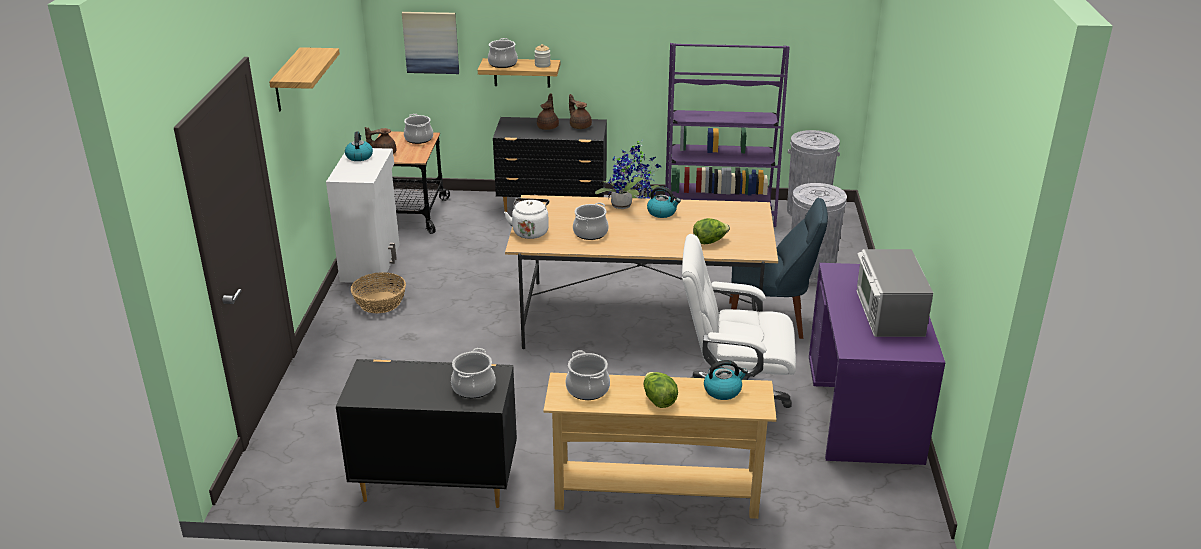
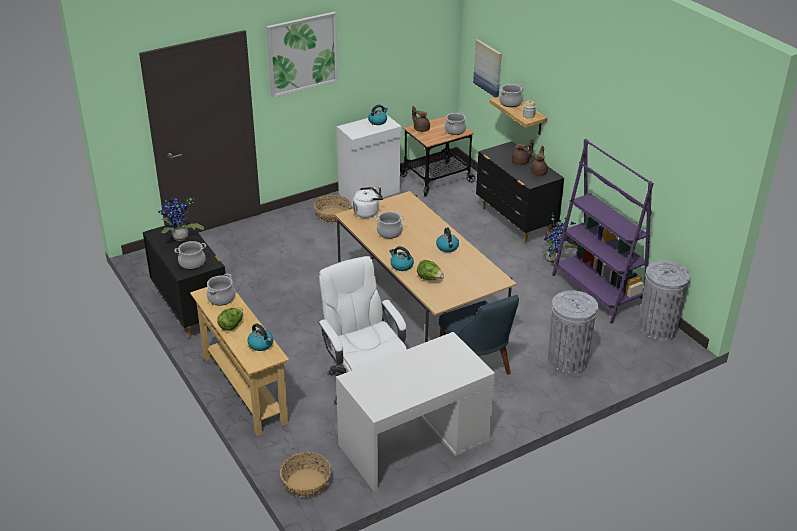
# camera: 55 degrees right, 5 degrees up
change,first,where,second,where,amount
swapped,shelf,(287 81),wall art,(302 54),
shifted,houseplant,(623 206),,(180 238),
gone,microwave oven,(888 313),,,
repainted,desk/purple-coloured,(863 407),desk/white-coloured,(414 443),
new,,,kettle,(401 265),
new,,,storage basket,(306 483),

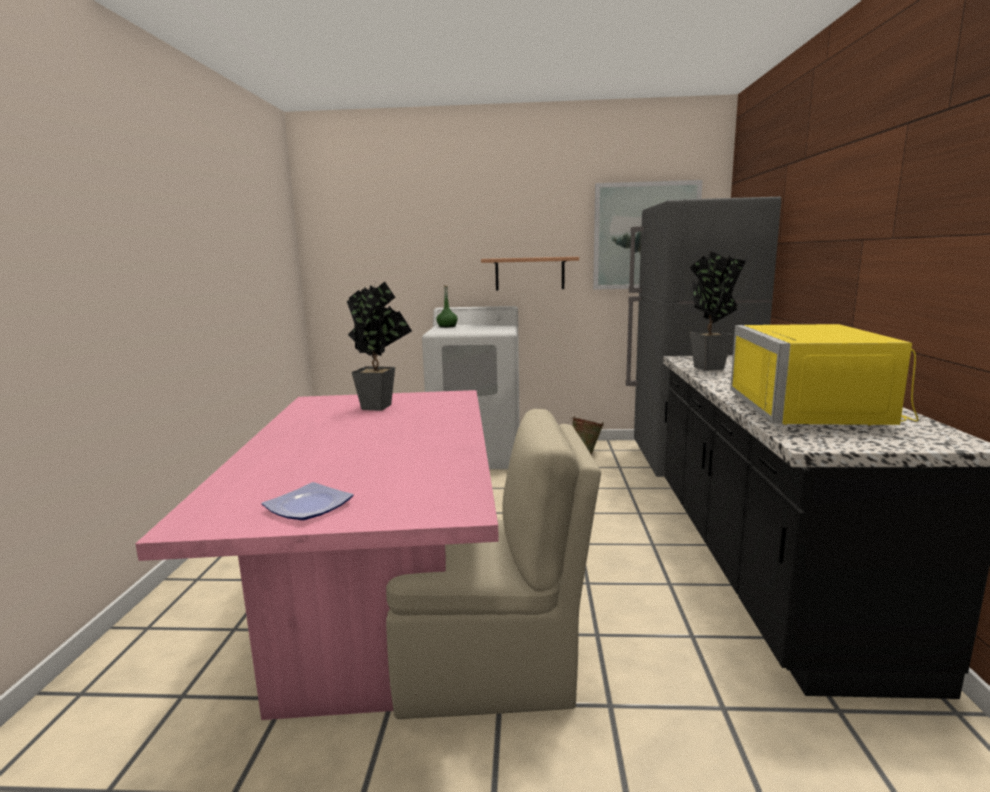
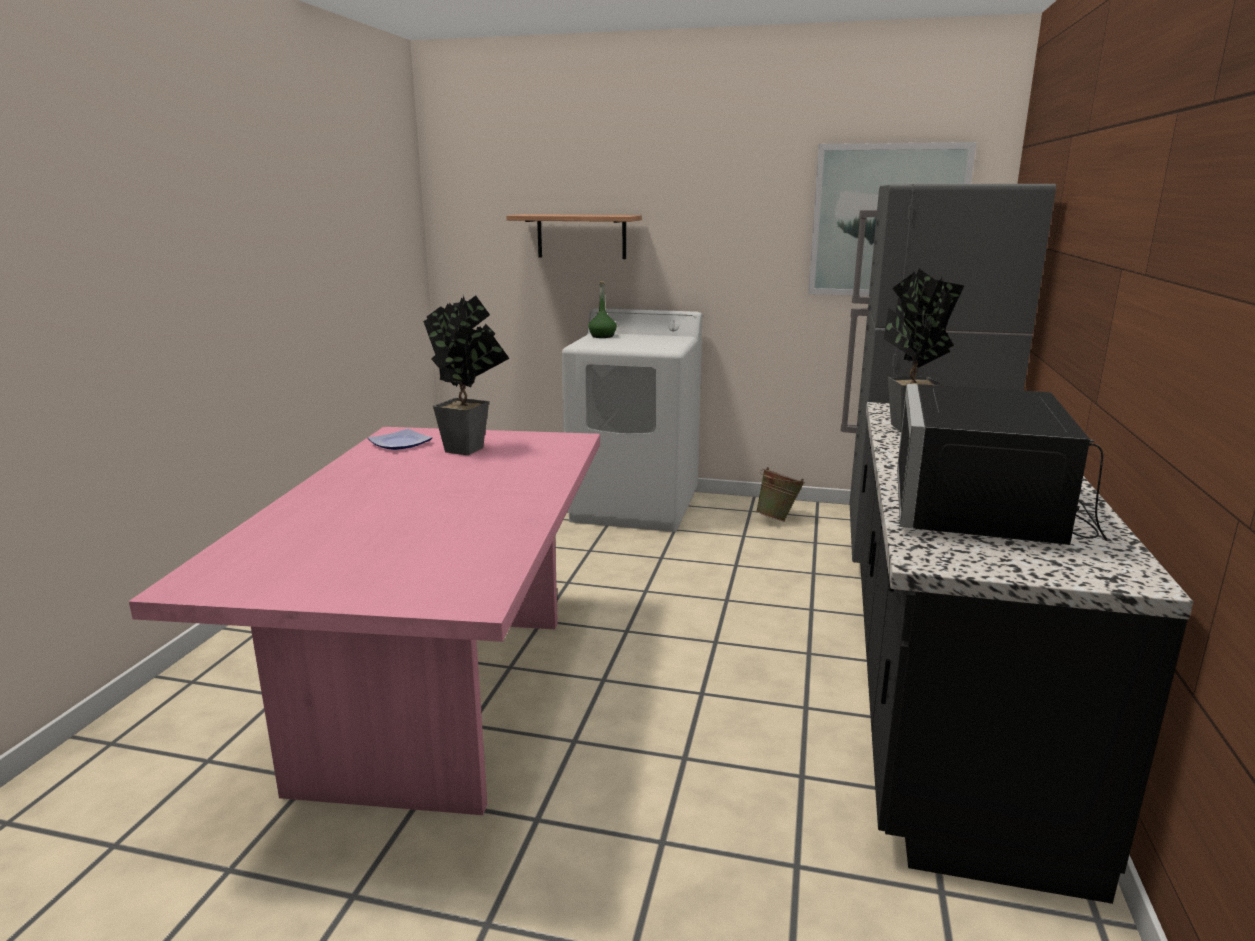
# camera: 10 degrees right, 5 degrees up
change,first,where,second,where,amount
shifted,shelf,(529 273),,(581 236),
repainted,microwave oven/yellow-coloured,(817 411),microwave oven/black,(989 511),
gone,upright chair/beige,(489 667),,,
shifted,flat dish,(309 506),,(400 443),

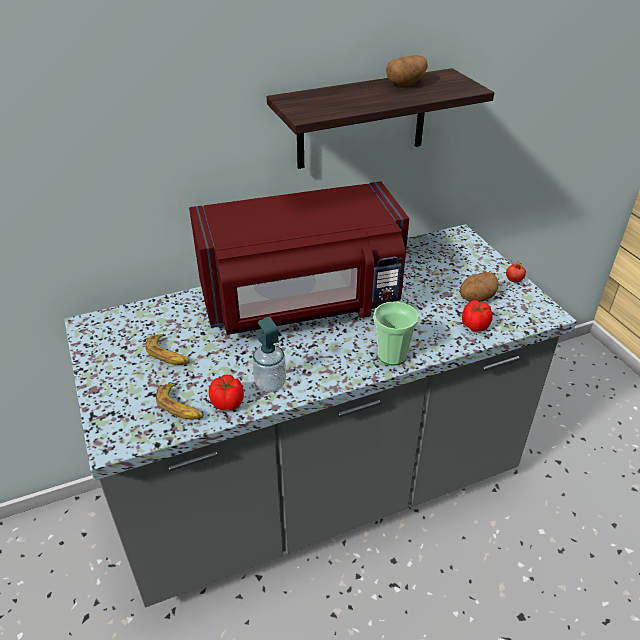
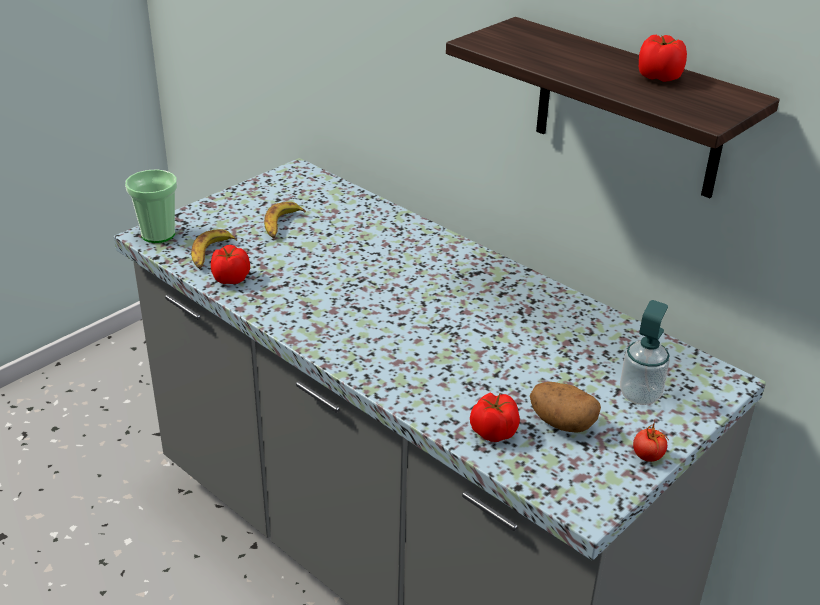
# camera: 65 degrees right, 5 degrees down
change,first,where,second,where,amount
swapped,whole potato,(406 84),tomato,(659 77),
gone,microwave oven/red,(303 303),,,
shifted,cup,(392 355),,(158 234),
shifted,soap bottle,(270 384),,(640 395),

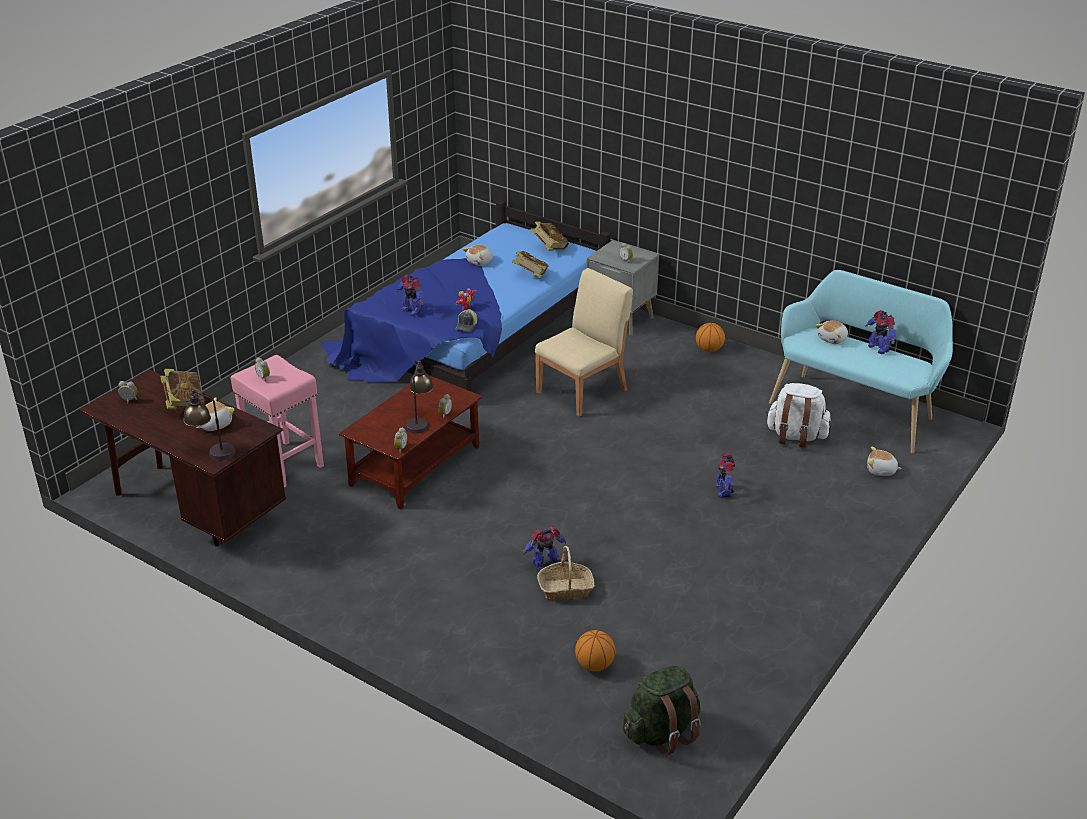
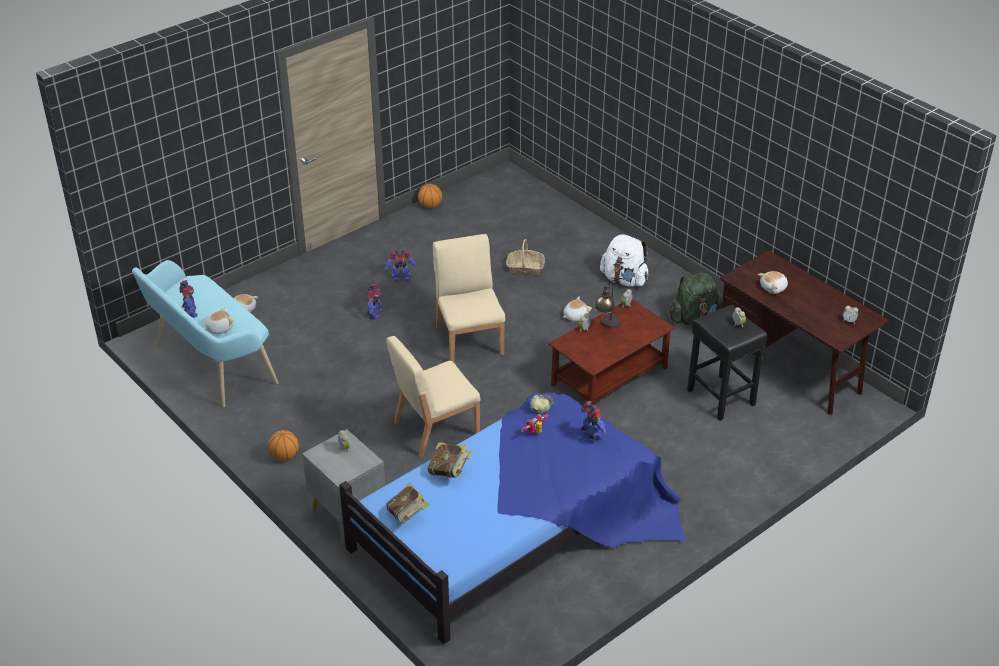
# camera: 165 degrees left, 5 degrees up
change,first,where,second,where,amount
shifted,plush toy,(480 262),,(575 316),
repainted,sitting stool/pink-coloured,(285 465),sitting stool/black,(720 397),
gone,bound book,(185 404),,,
shifted,rucksack/white-coloured,(796 436),,(624 280),
gone,table lamp,(212 452),,,
shifted,model robot,(546 564),,(400 278),
shifted,ball for basketball,(594 665),,(430 206),
shifted,rucksack/greenish,(661 732),,(694 319),
new,,,upright chair/beige,(469 339),

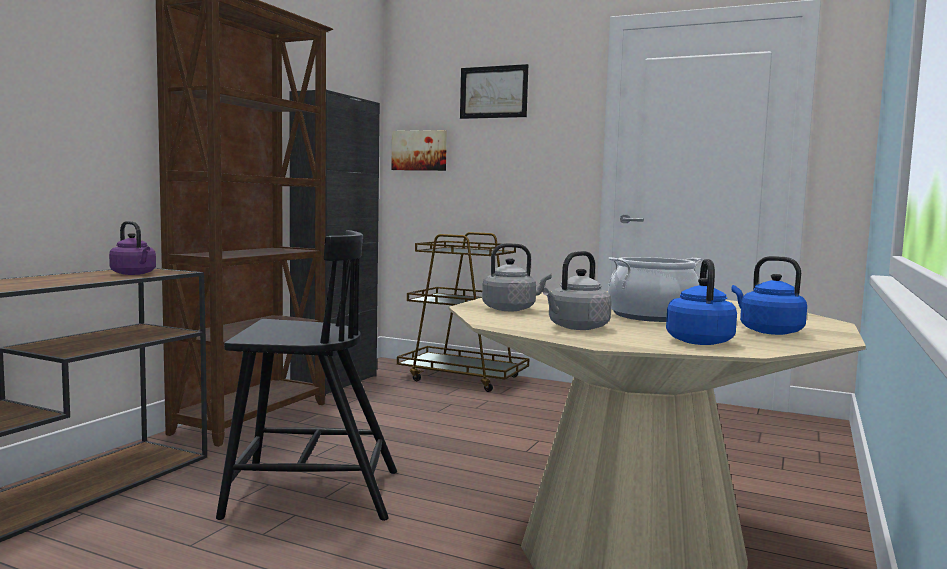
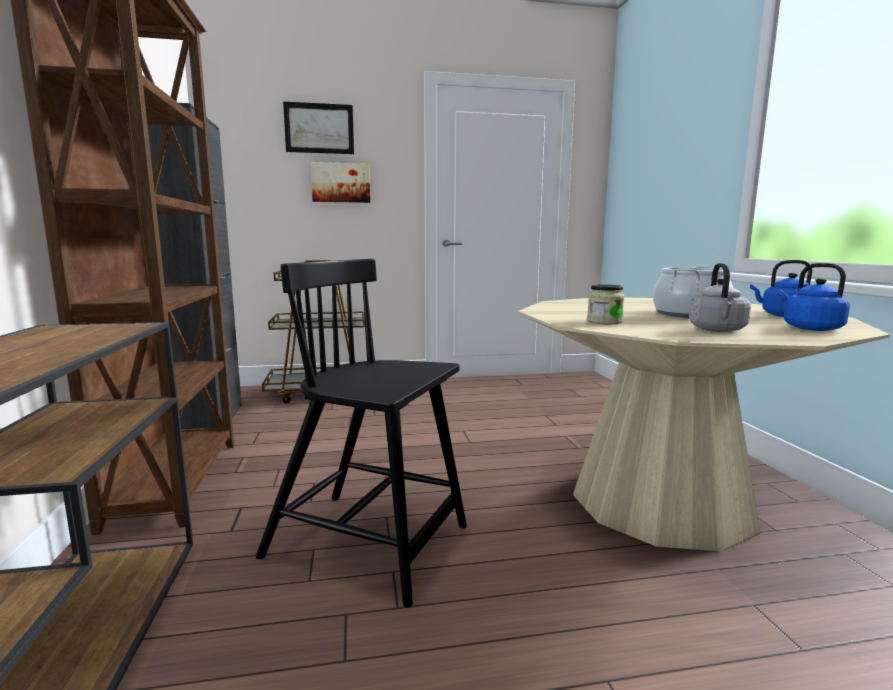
# camera: 35 degrees left, 5 degrees up
change,first,where,second,where,amount
shifted,wall art,(420 150),,(341 183),
gone,kettle/purple-coloured,(134 274),,,
rotated,upright chair/black,(310 493),,(370 543),120 degrees counterclockwise
swapped,kettle/grey,(512 309),storage jar,(604 322),

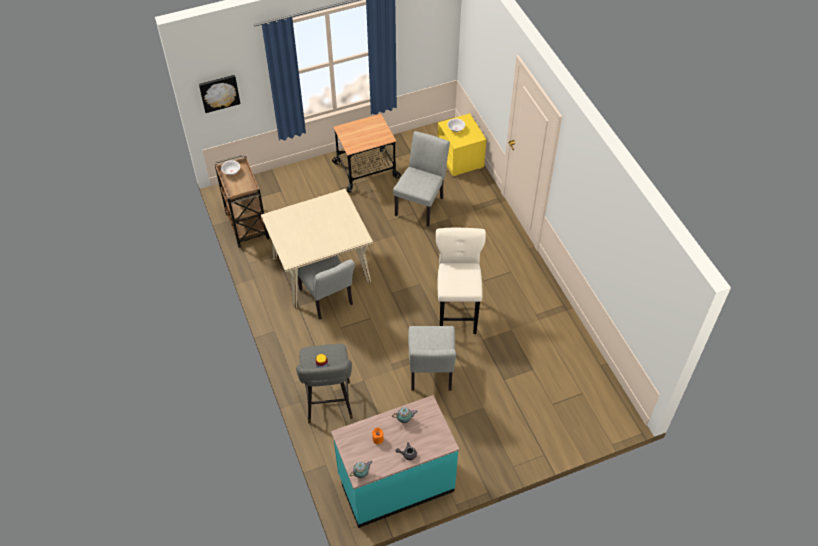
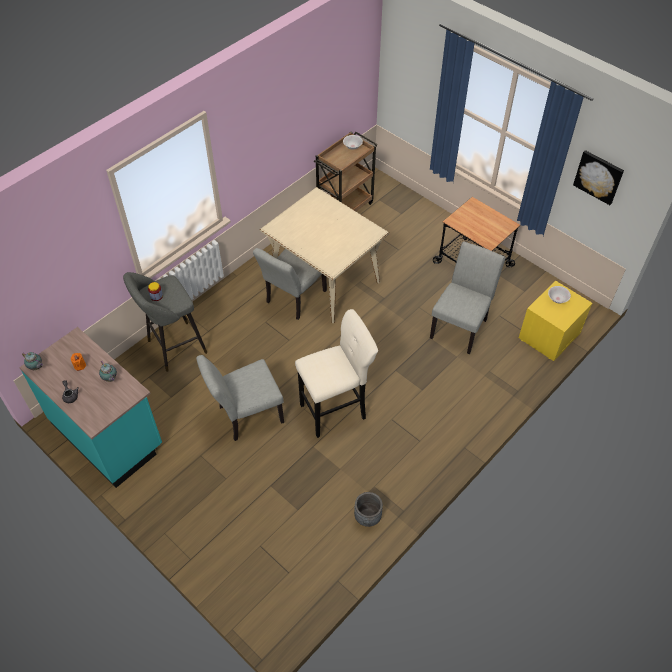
# camera: 65 degrees right, 0 degrees up
change,first,where,second,where,amount
shifted,wall art,(219 92),,(599 176),
rotated,upright chair/grey,(421 203),,(461 325),60 degrees counterclockwise
new,,,flower pot/grey,(367 517),

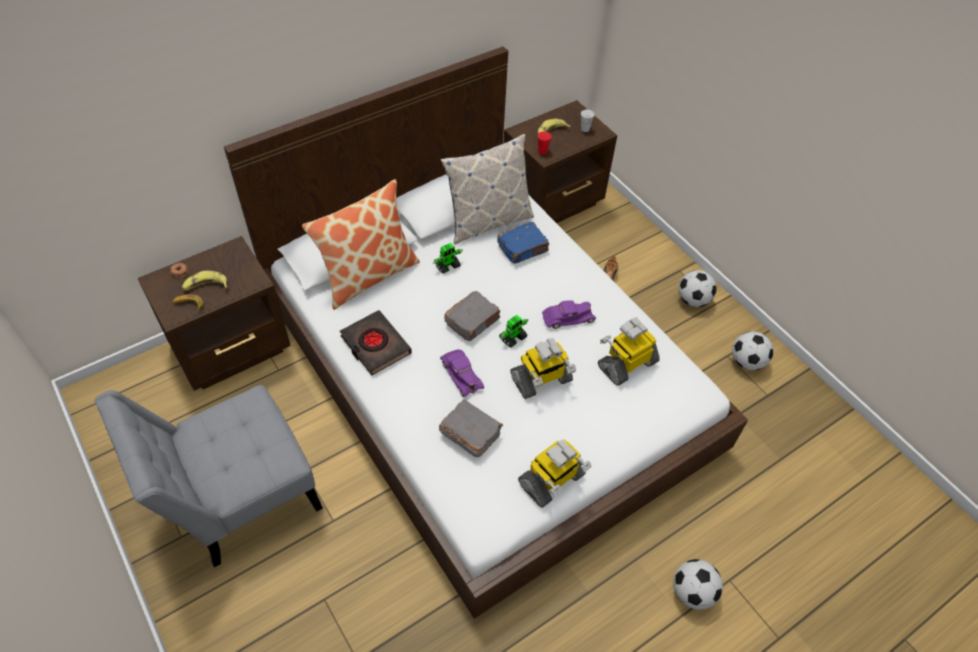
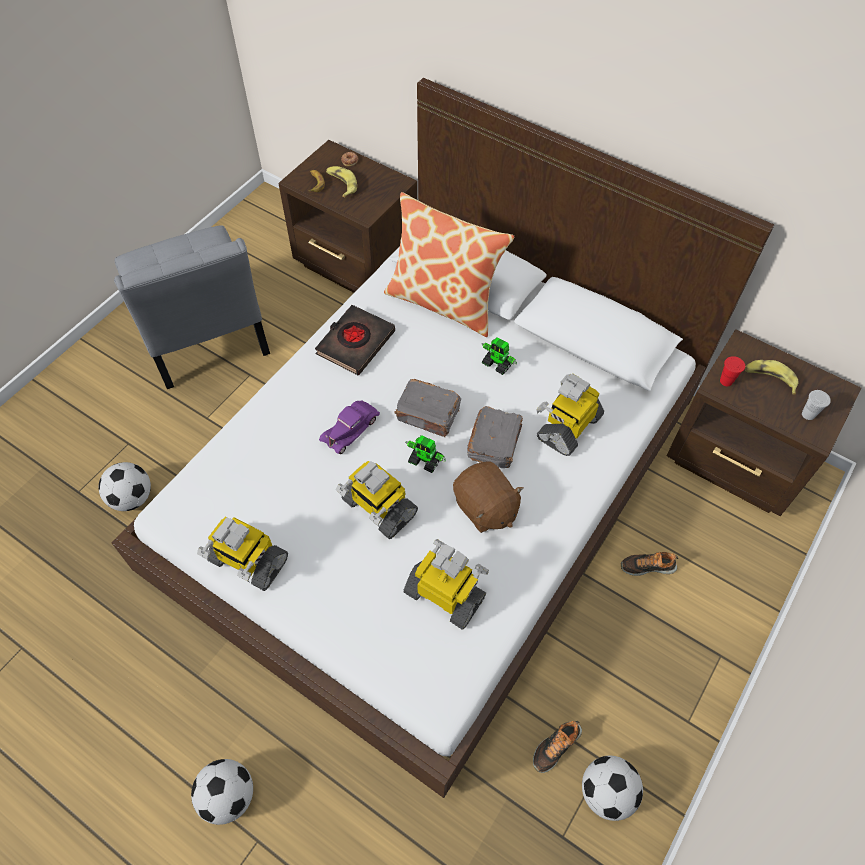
# camera: 70 degrees right, 5 degrees up
change,first,where,second,where,amount
gone,pillow,(488 221),,,
swapped,bound book/bluish,(523 249),model robot,(568 427),
shifted,football ball,(693 300),,(132 498),
swapped,toy car/purple-coloured,(568 318),plush toy/brownish,(485 508),
rotated,upright chair/grey,(238 497),,(206 340),150 degrees counterclockwise
shifted,bound book/grey,(469 433),,(495 443),
new,,,shoe,(555 746),

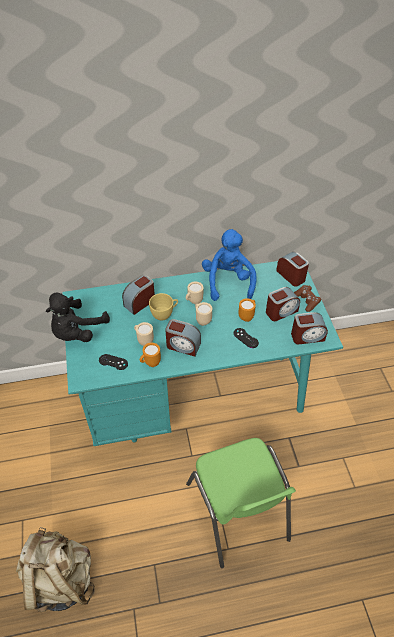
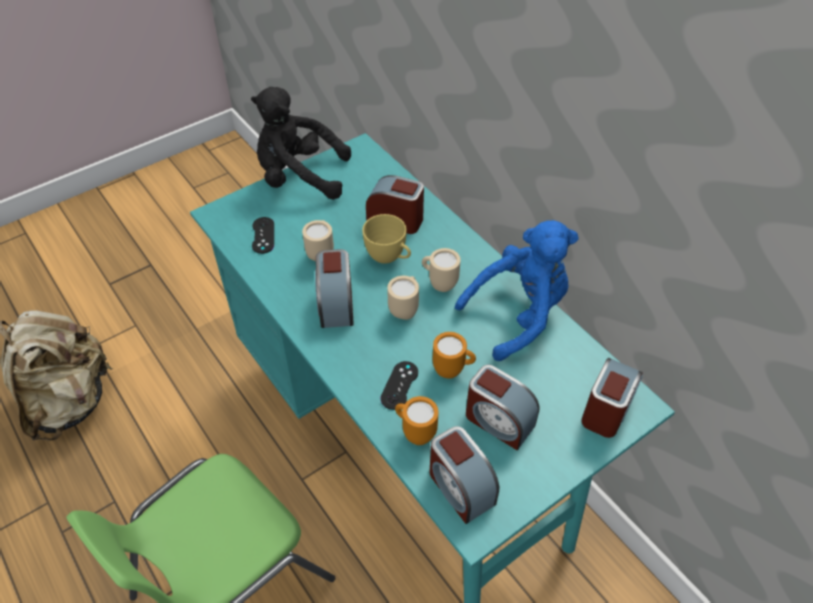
# camera: 65 degrees right, 0 degrees up
change,first,where,second,where,amount
gone,game controller/brownish,(306 301),,,
shifted,coffee mug/orangey,(150 363),,(415 432),

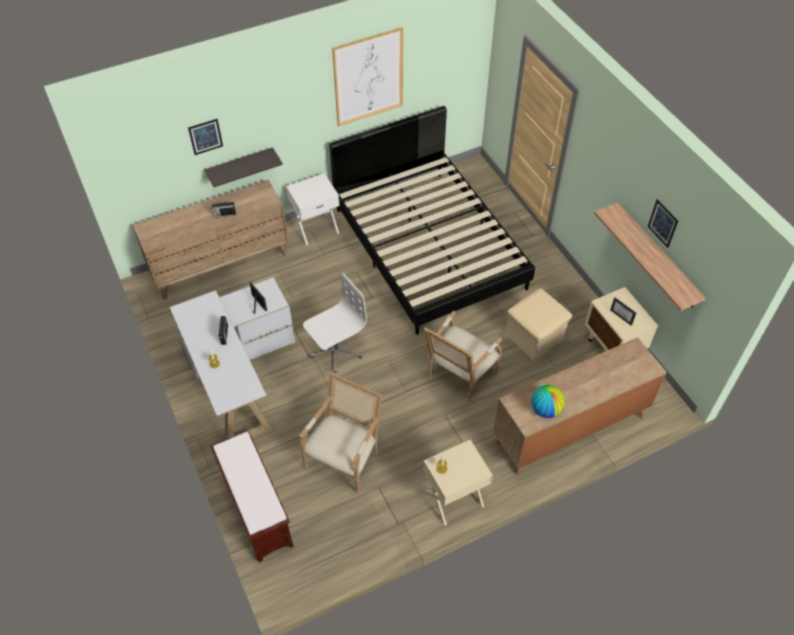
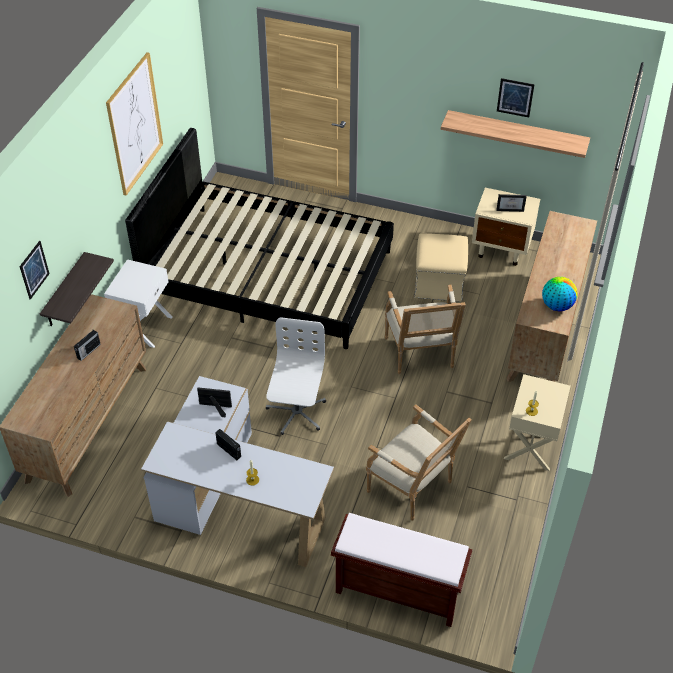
# camera: 45 degrees left, 5 degrees down
change,first,where,second,where,amount
rotated,lounge chair,(345 458),,(414 488),150 degrees clockwise

